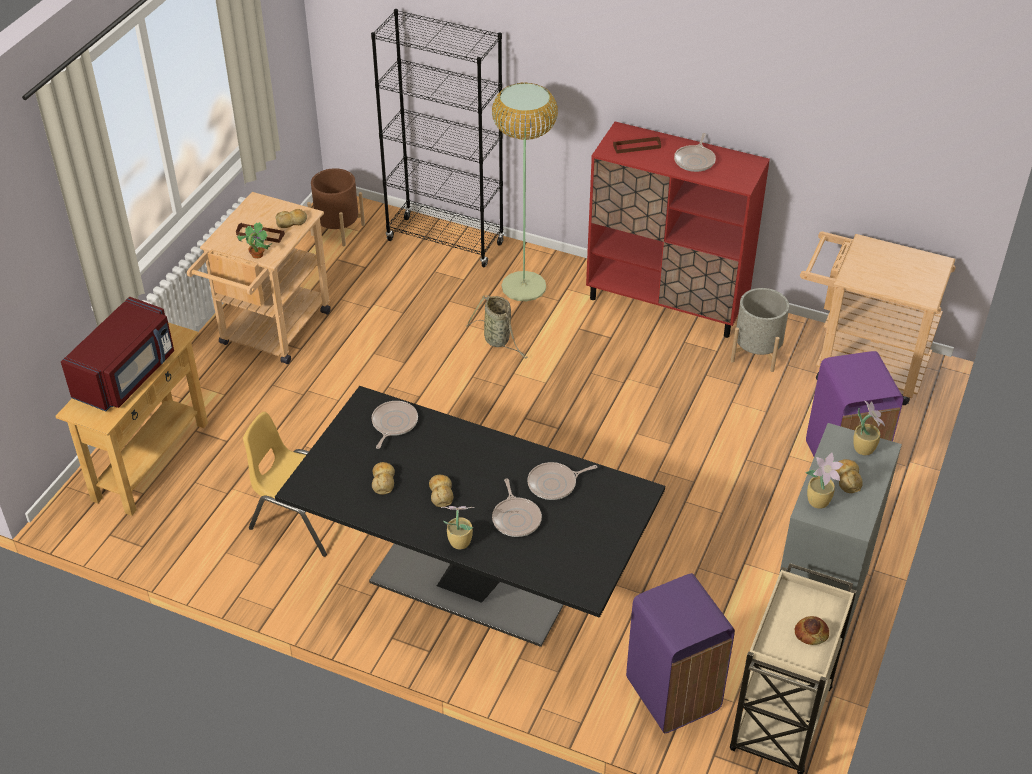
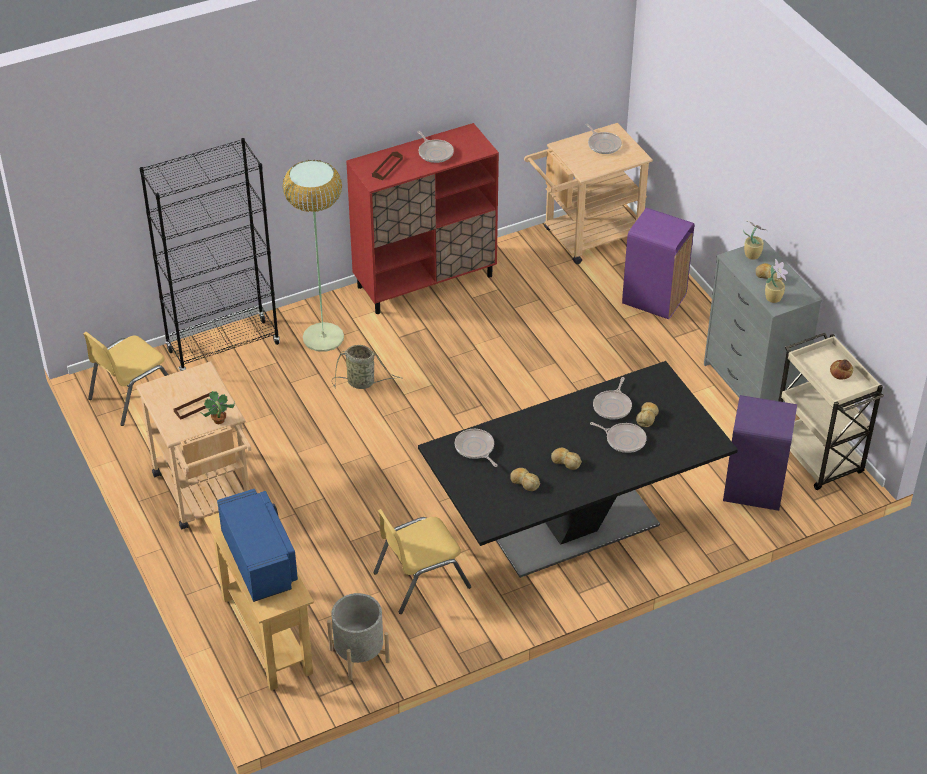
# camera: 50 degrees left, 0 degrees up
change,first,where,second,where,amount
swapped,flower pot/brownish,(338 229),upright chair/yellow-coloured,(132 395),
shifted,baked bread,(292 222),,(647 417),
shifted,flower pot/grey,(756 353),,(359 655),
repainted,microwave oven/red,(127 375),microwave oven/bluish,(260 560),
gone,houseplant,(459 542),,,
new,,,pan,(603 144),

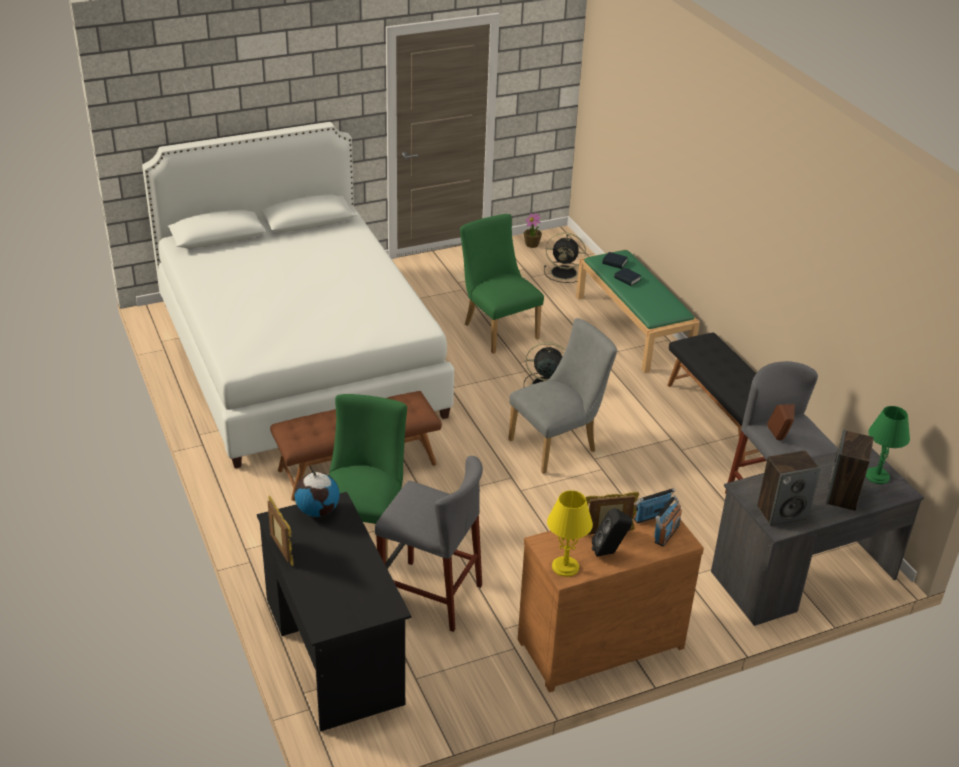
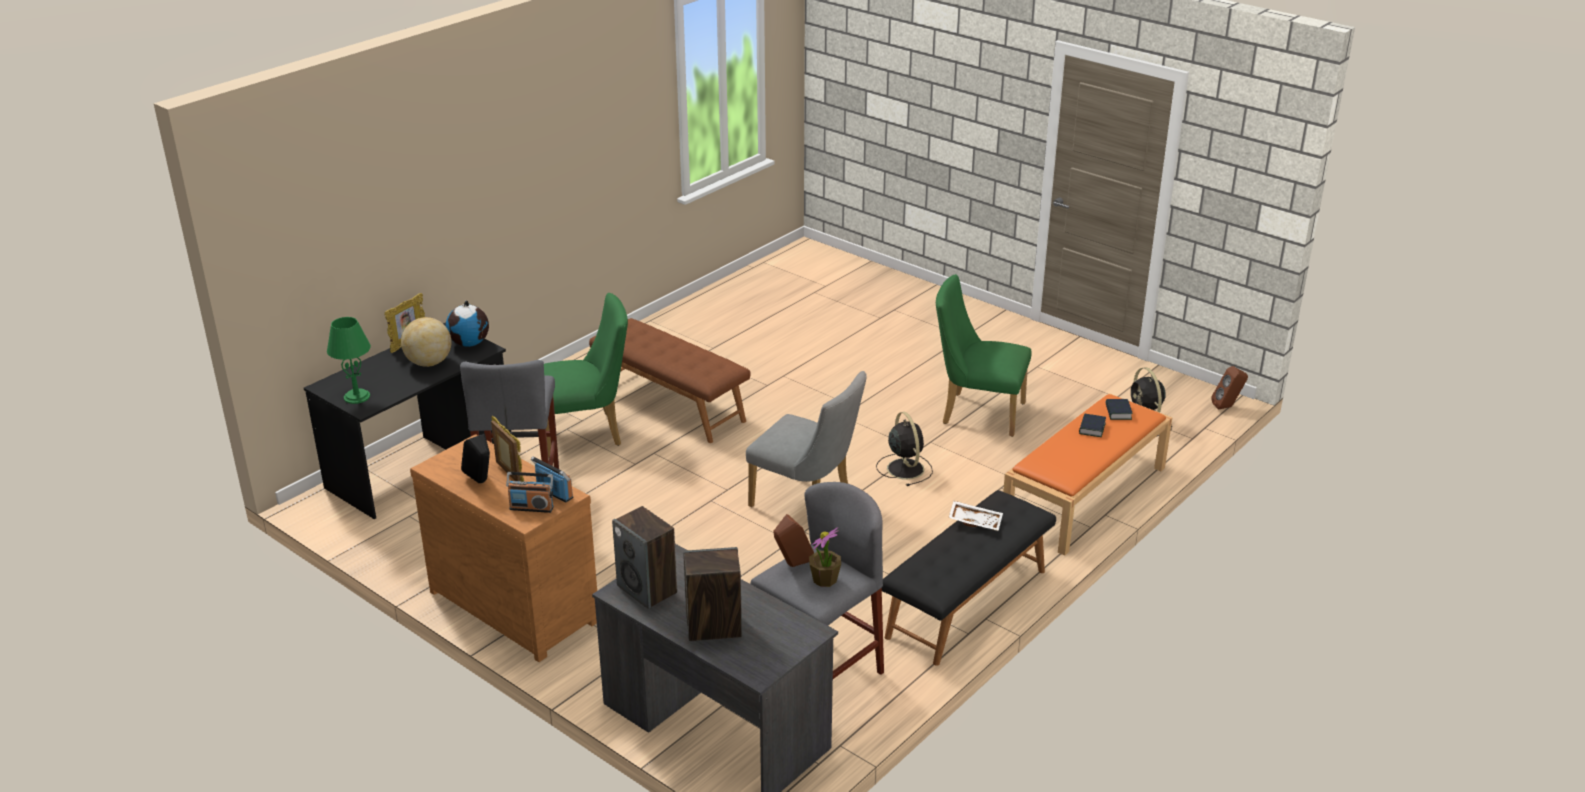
# camera: 65 degrees right, 5 degrees down
change,first,where,second,where,amount
gone,bedroom bed/white-coloured,(298 358),,,
shifted,houseplant,(532 244),,(824 579),
rotated,upright chair/greenish,(497 329),,(976 413),105 degrees counterclockwise
repainted,bench/greenish,(633 328),bench/orangey,(1084 497),
shifted,table lamp/greenish,(877 476),,(357 397),
gone,table lamp/yellow-coloured,(565 566),,,
new,,,desk globe,(429 363),
new,,,speaker/brownish,(1227 407),
new,,,carrying tray/white-coloured,(975 521),

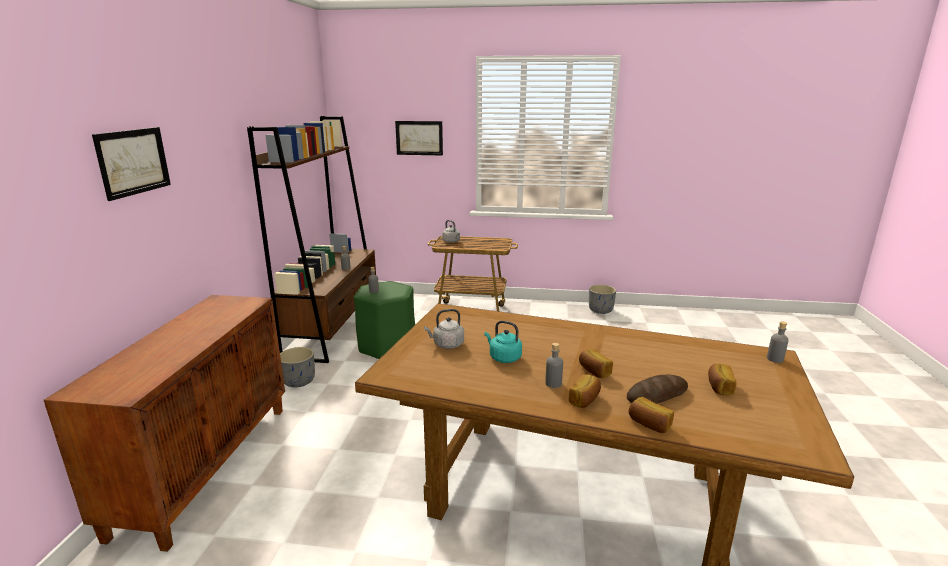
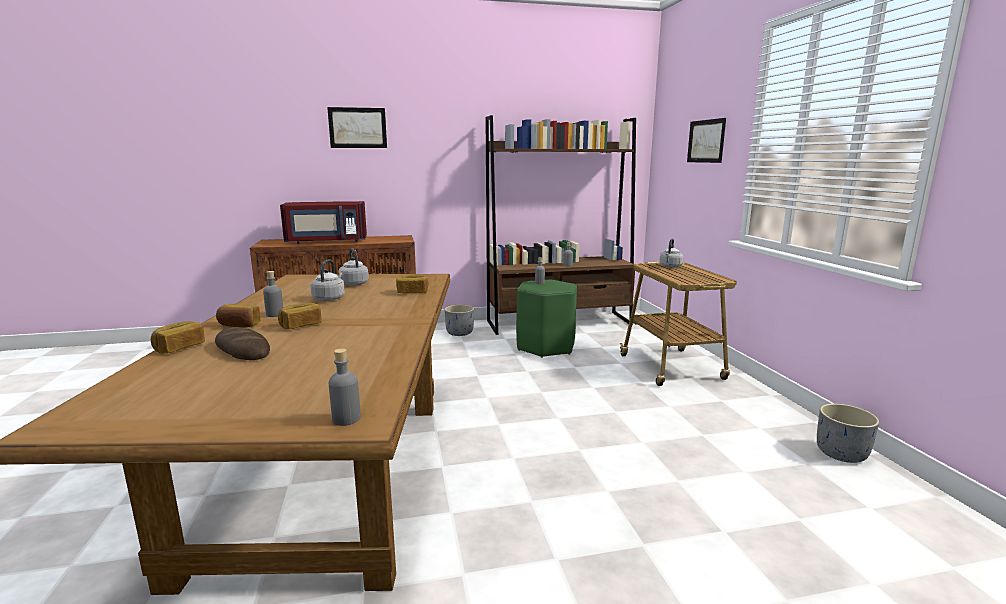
# camera: 70 degrees right, 5 degrees down
change,first,where,second,where,amount
repainted,kettle/turquoise,(503 358),kettle/grey,(329 298),
shifted,baked bread,(719 387),,(412 292),
new,,,microwave oven/red,(327 241),

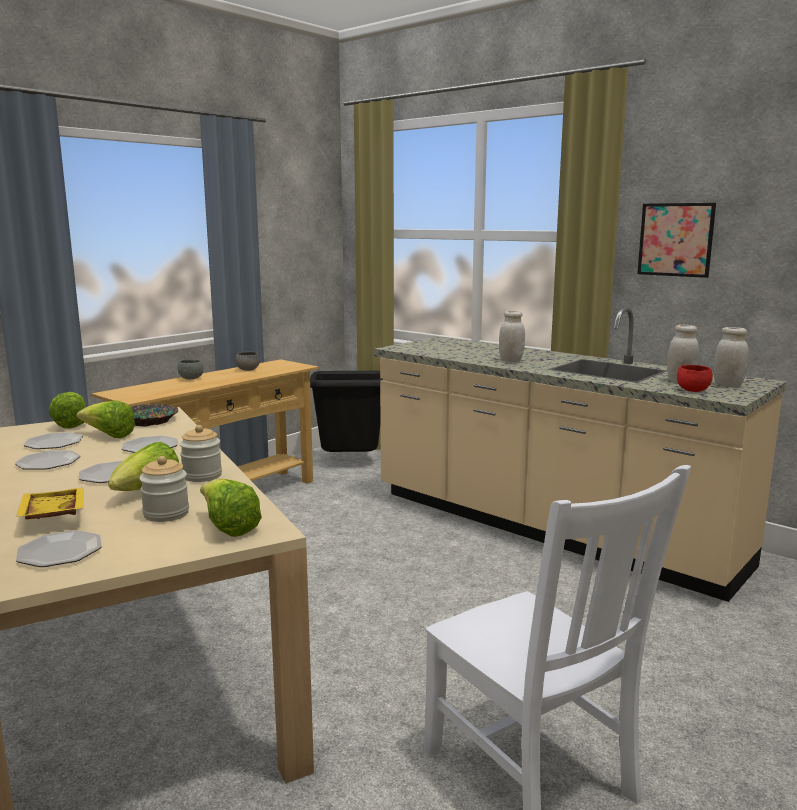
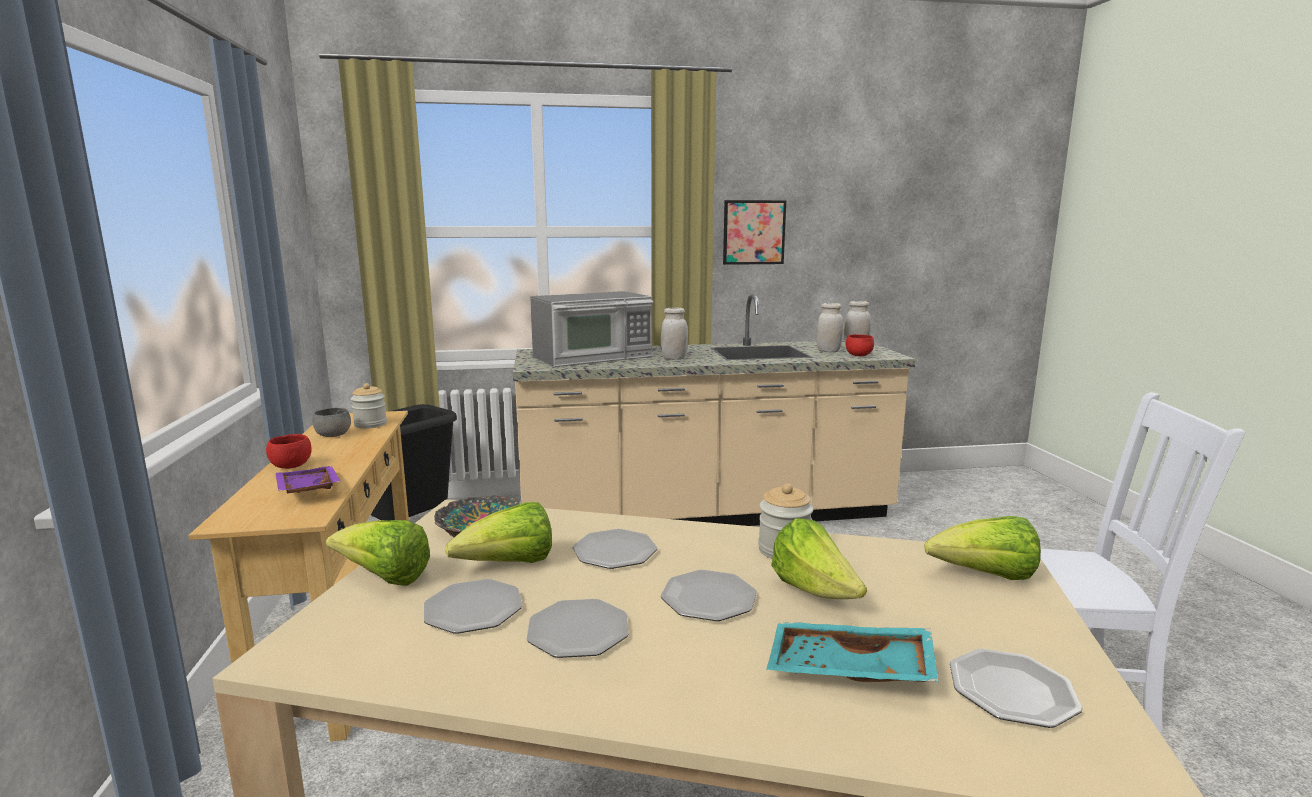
# camera: 50 degrees left, 0 degrees up
change,first,where,second,where,amount
repainted,deep dish/grey,(191 378),deep dish/red,(291 466),
shifted,storage jar,(166 514),,(370 424),
repainted,carrying tray/yellow-coloured,(51 515),carrying tray/turquoise,(848 672),
new,,,microwave oven,(593 357),
new,,,carrying tray/purple-coloured,(306 490),

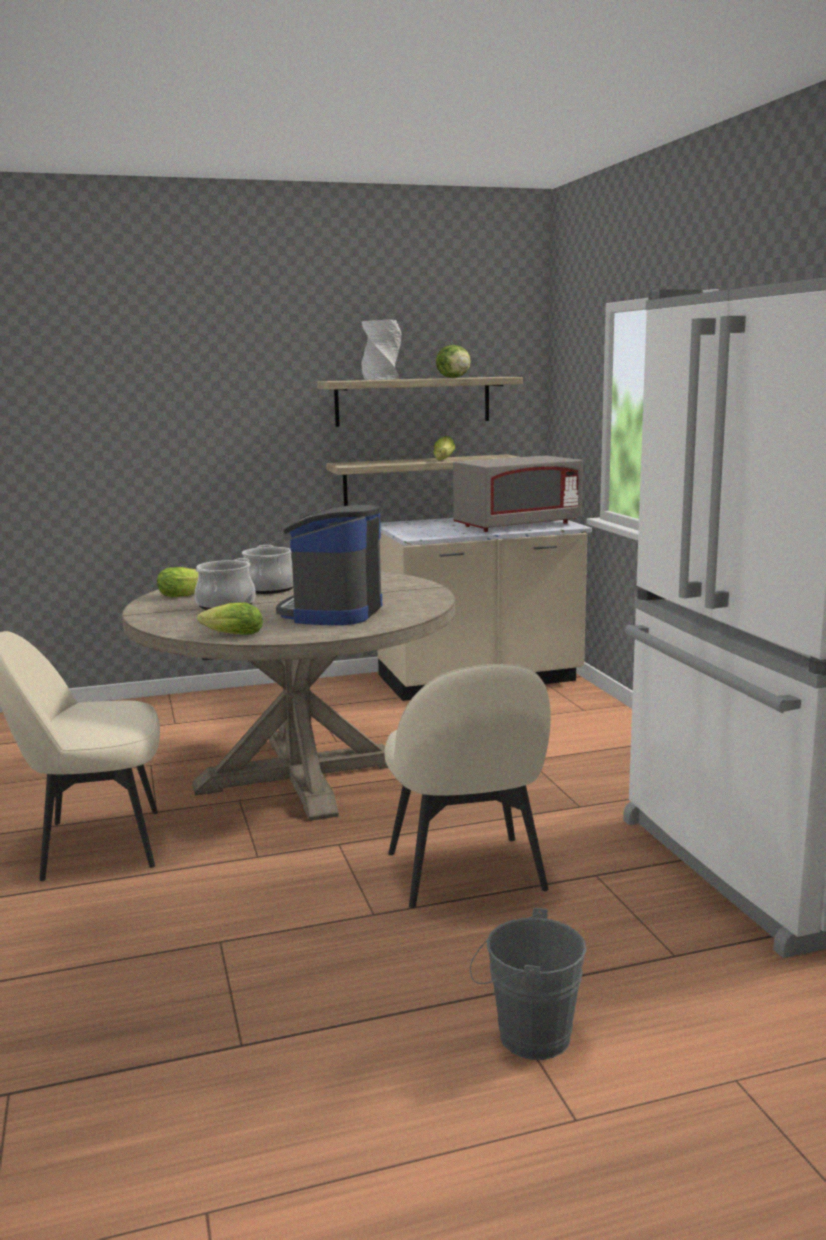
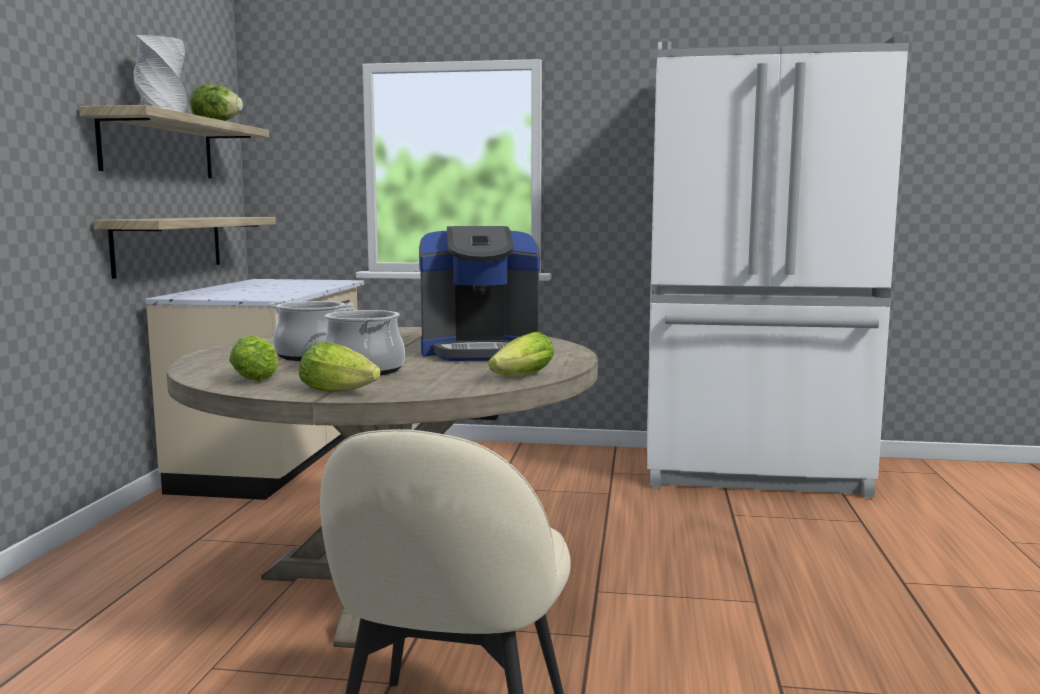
# camera: 65 degrees left, 5 degrees down
change,first,where,second,where,amount
shifted,head of lettuce,(444 460),,(341 391),
gone,microwave oven/grey,(517 525),,,
rotated,coffee machine,(332 612),,(480 351),45 degrees counterclockwise
gone,upright chair/beige,(466 874),,,
gone,pail/grey,(526 1035),,,

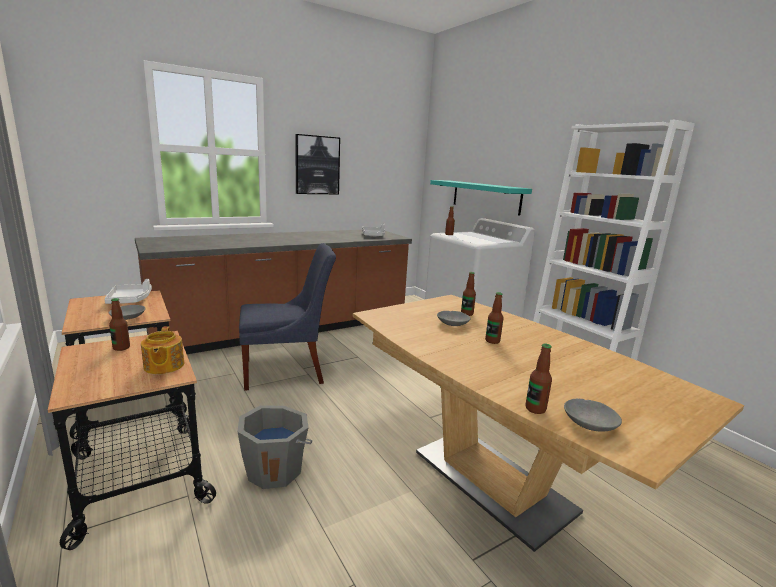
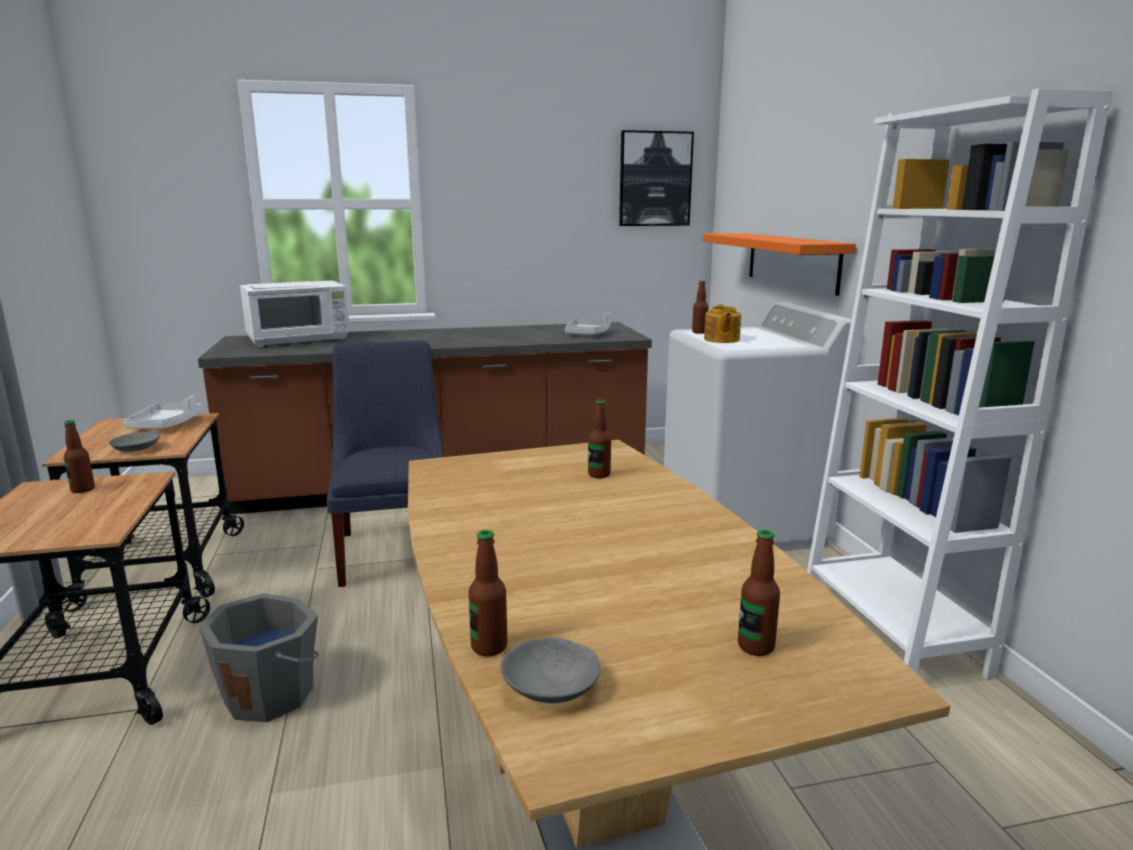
# camera: 20 degrees right, 0 degrees up
change,first,where,second,where,amount
shifted,wall art,(317 165),,(655 179),
repainted,shelf/turquoise,(485 197),shelf/orangey,(792 261),
rotated,upright chair/bluish,(287 371),,(396 549),105 degrees counterclockwise
shifted,beverage bottle,(492 341),,(756 646),
gone,deep dish/grey,(453 323),,,
shifted,pot for tea,(163 366),,(721 340),
new,,,microwave oven/white-coloured,(300 340),

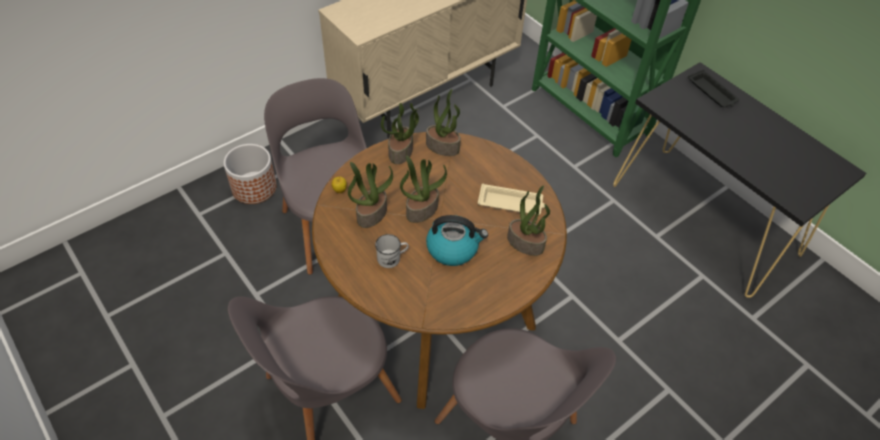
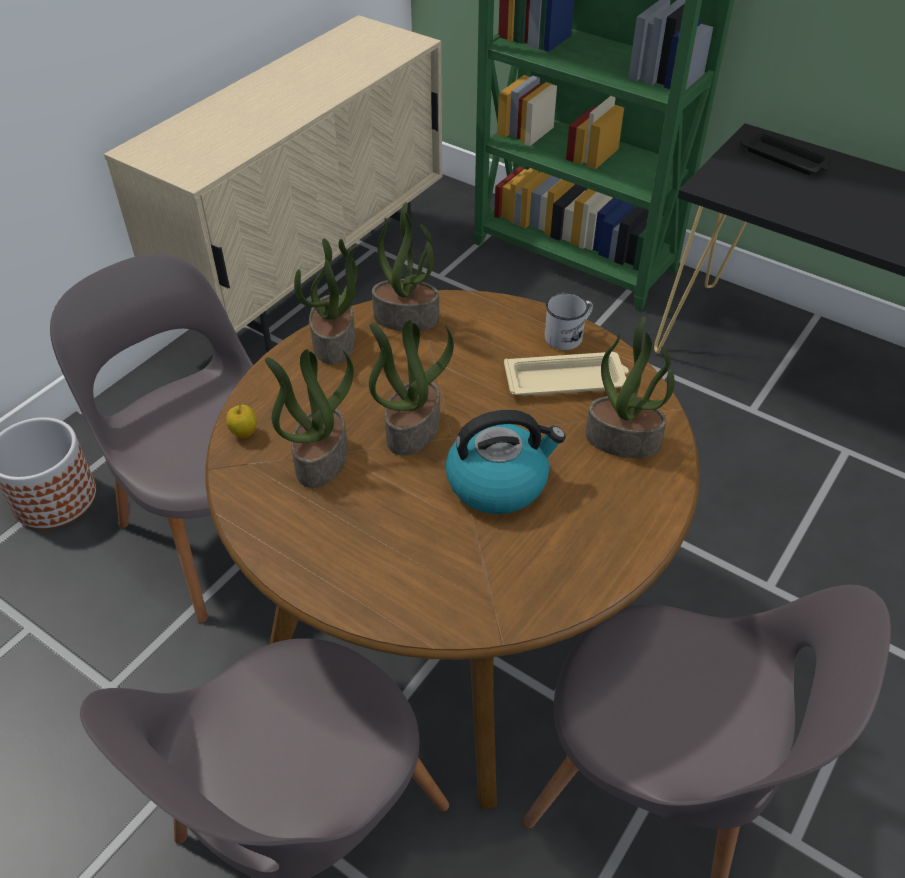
# camera: 15 degrees left, 5 degrees down
change,first,where,second,where,amount
shifted,coffee mug/white-coloured,(392 258),,(568 335),

